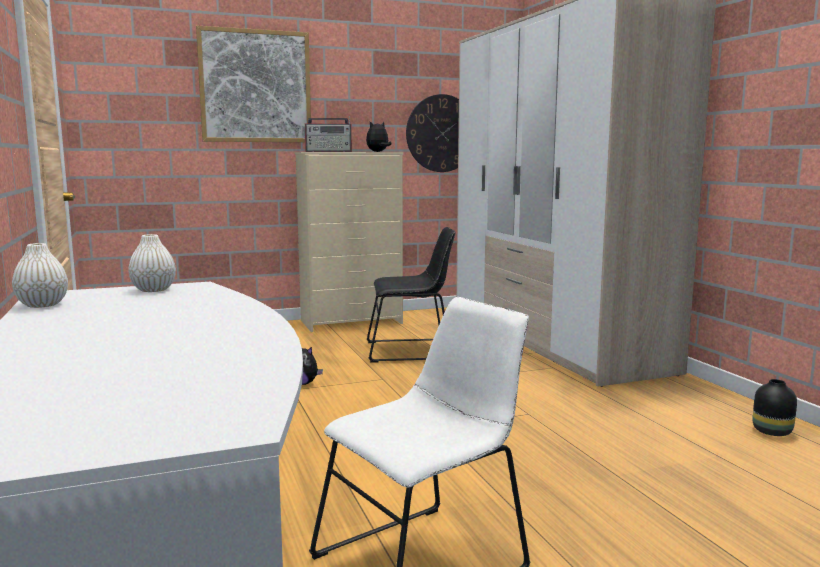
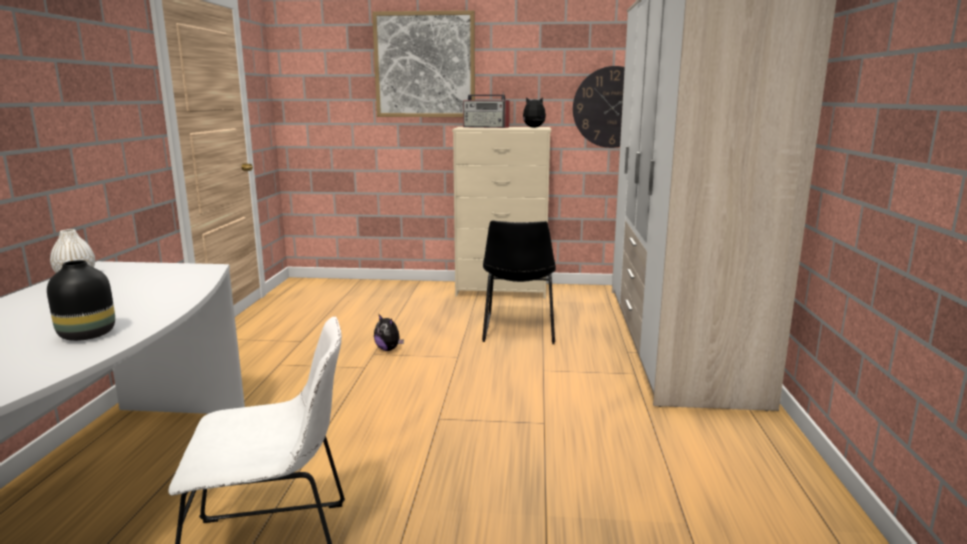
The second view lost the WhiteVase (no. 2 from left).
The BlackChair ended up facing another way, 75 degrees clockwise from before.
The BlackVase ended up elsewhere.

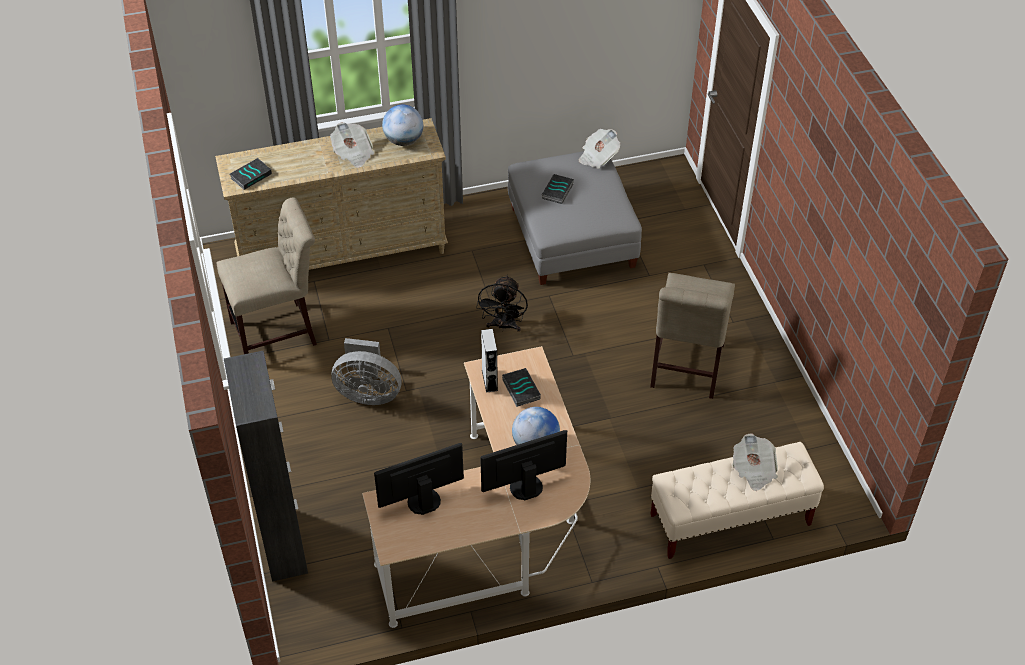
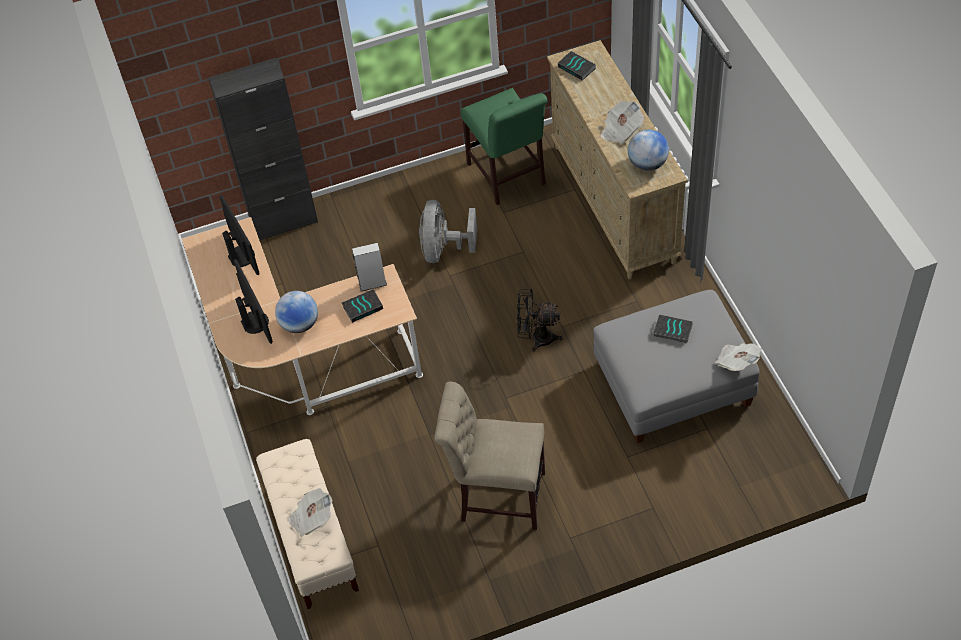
What was the BeigeChair (no. 1 from left) turned into the GreenChair.

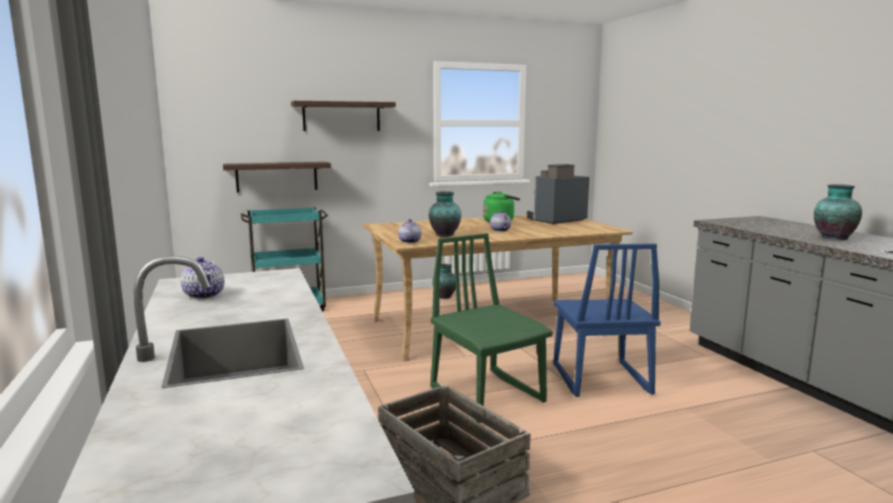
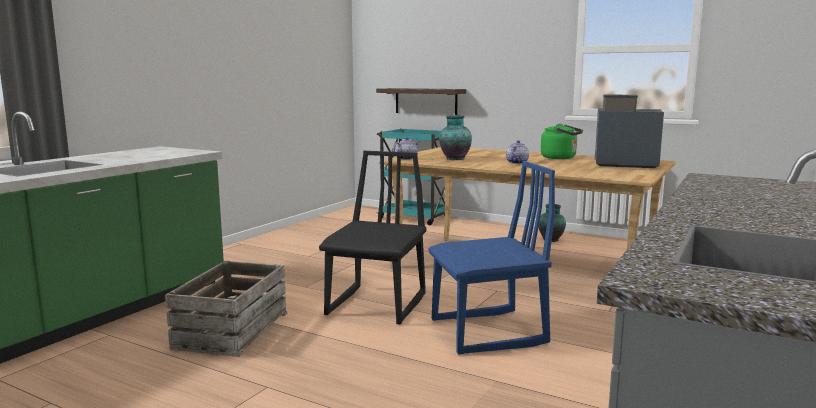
The second view lost the Teapot (no. 1 from left).
The second view lost the Shelf (no. 2 from left).
What was the GreenChair turned into the BlackChair.
The BlueChair ended up facing another way, 150 degrees counterclockwise from before.
The second view lost the Vase (no. 3 from left).

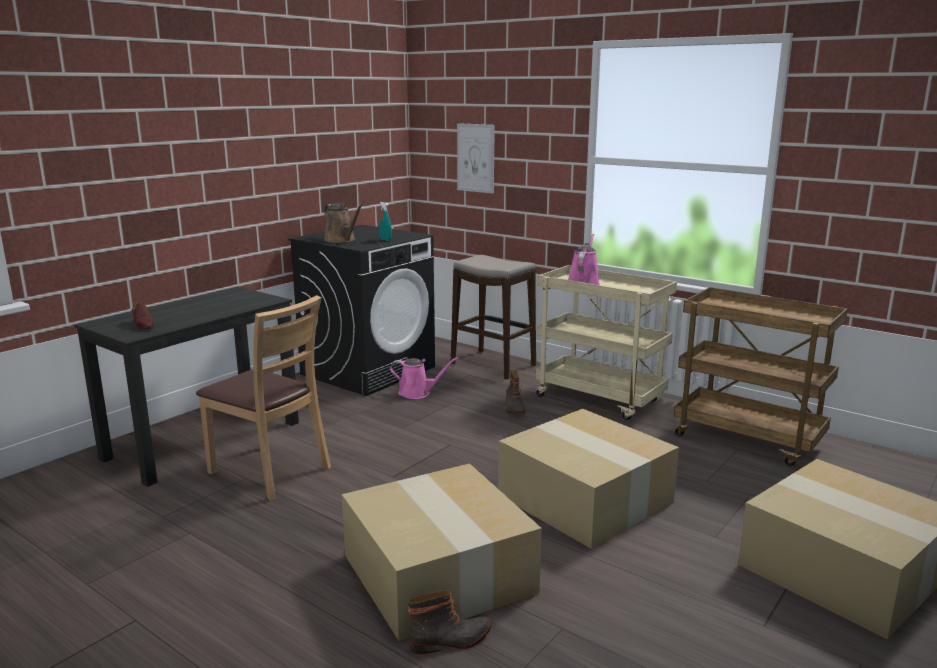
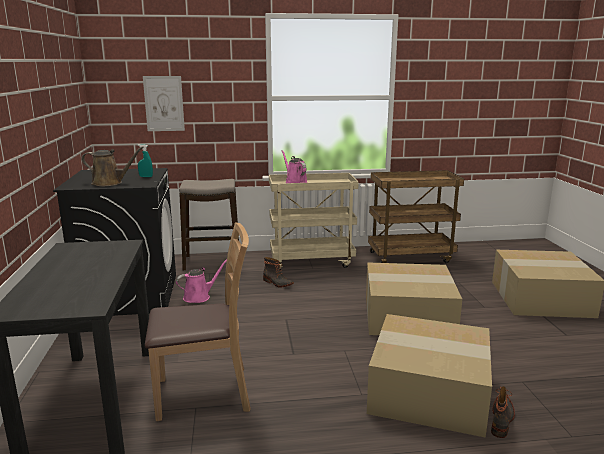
The second view lost the BrownShoe.

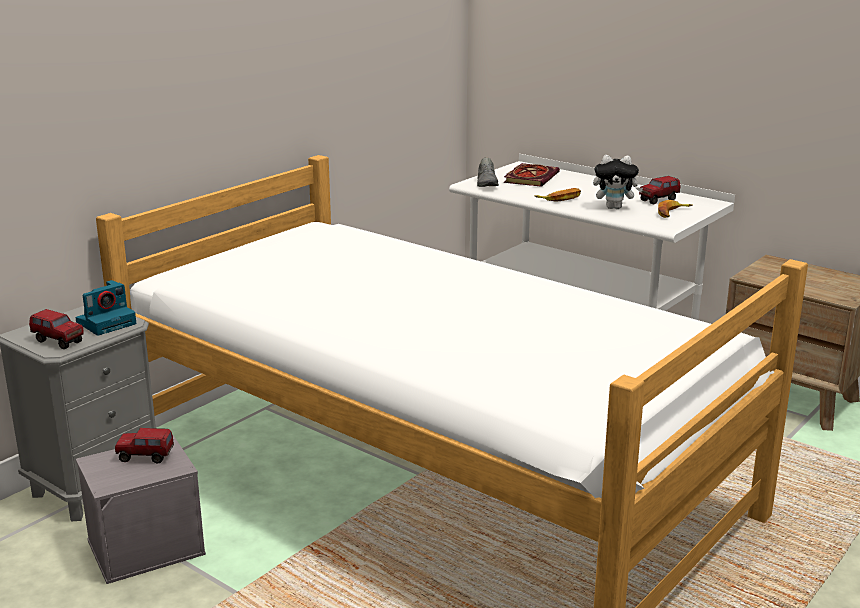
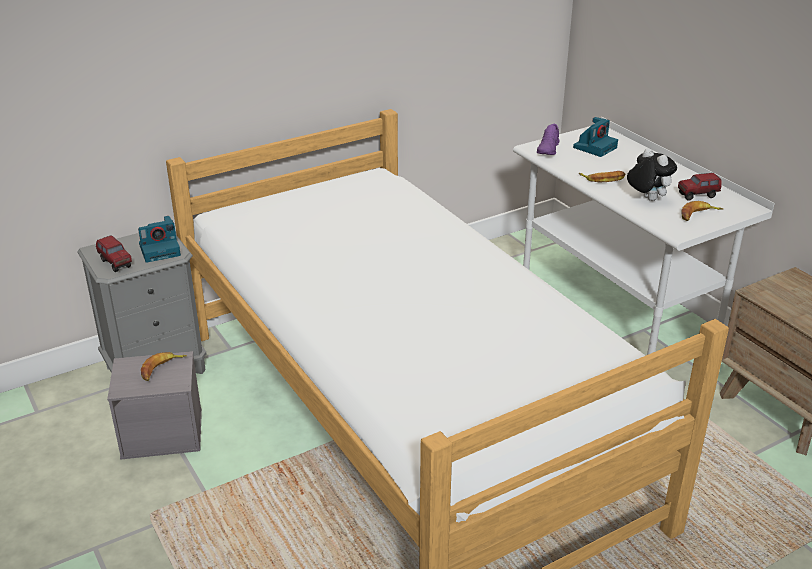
Where the ToyTruck (no. 2 from left) stood, the Banana (no. 1 from left) came to stand.
What was the GreyShoe turned into the PurpleShoe.
Where the Book stood, the PhotoCamera (no. 2 from left) came to stand.
The PlushToy ended up facing another way, 150 degrees counterclockwise from before.

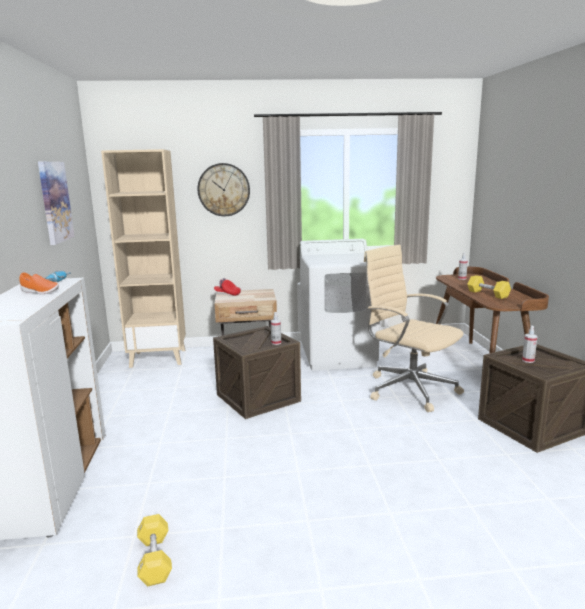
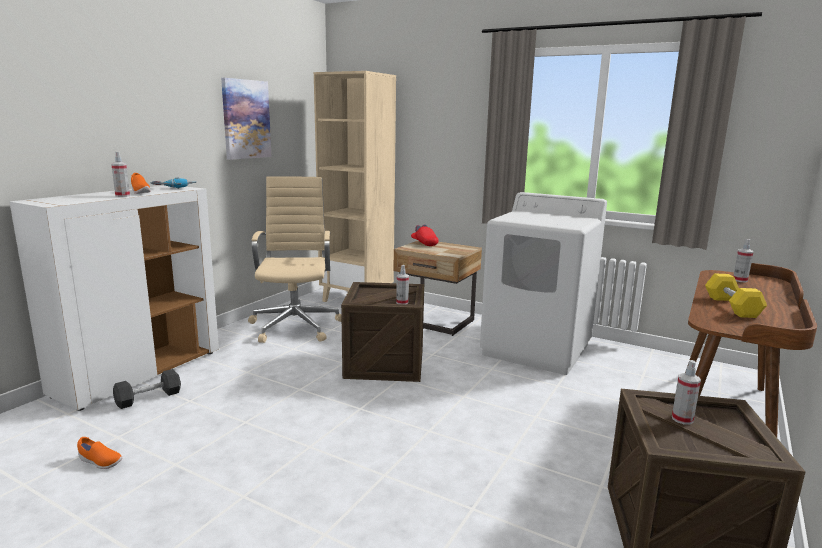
Where the YellowDumbbell (no. 1 from left) stood, the OrangeShoe (no. 1 from left) came to stand.
The second view lost the WallClock.
The BeigeOfficeChair ended up elsewhere.
The second view gained the SprayBottle (no. 1 from left).
The second view gained the BlackDumbbell.

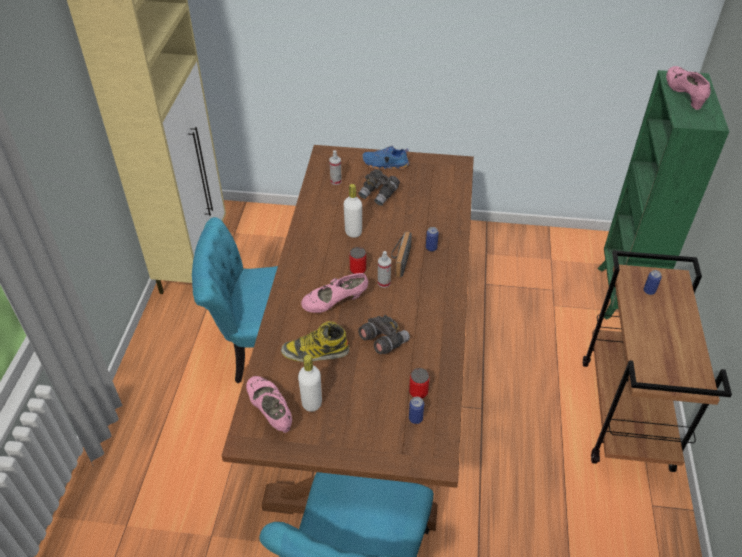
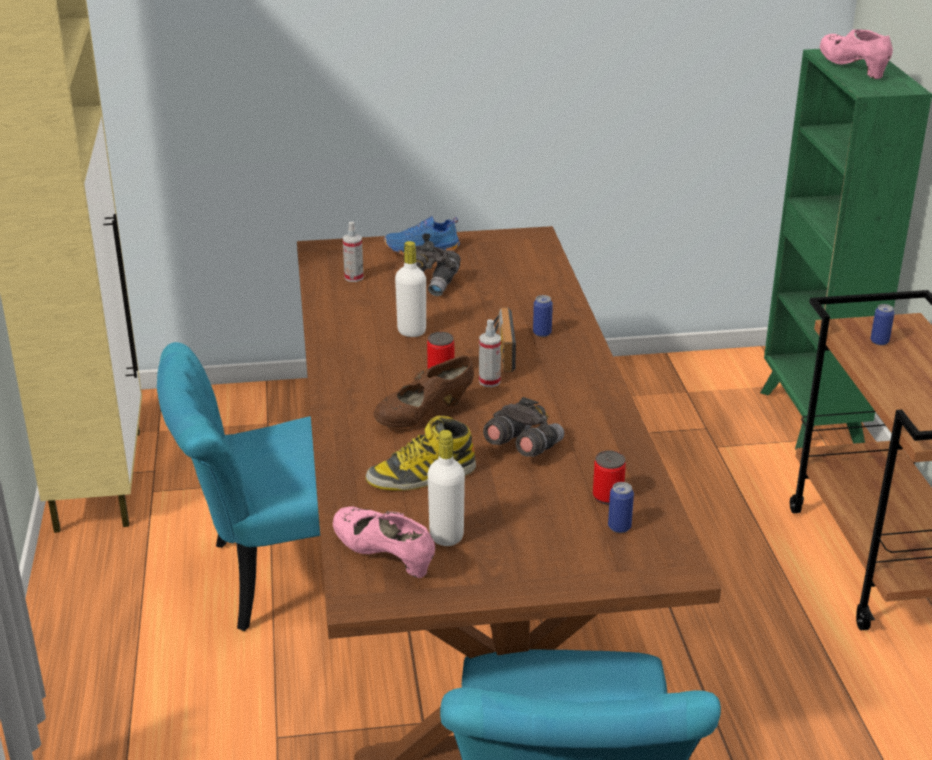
What was the PinkShoe (no. 2 from left) turned into the BrownShoe.

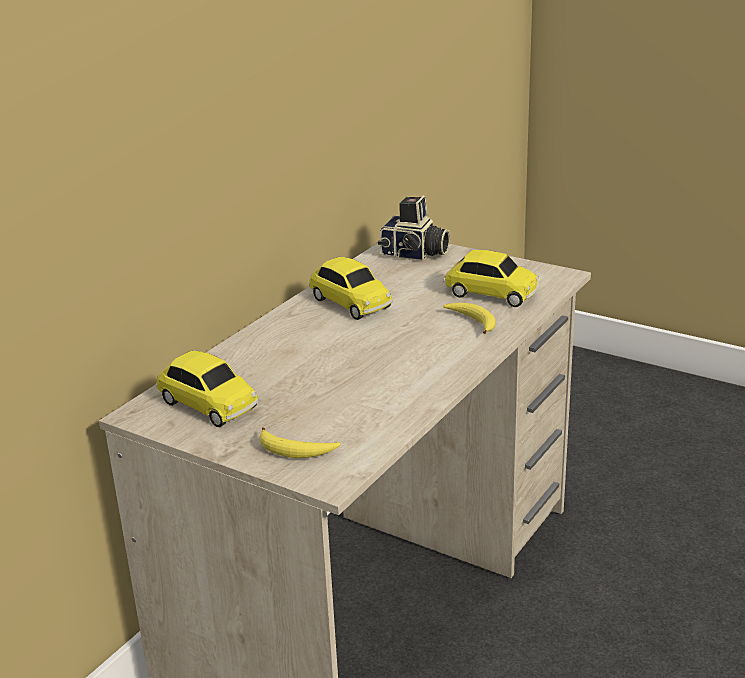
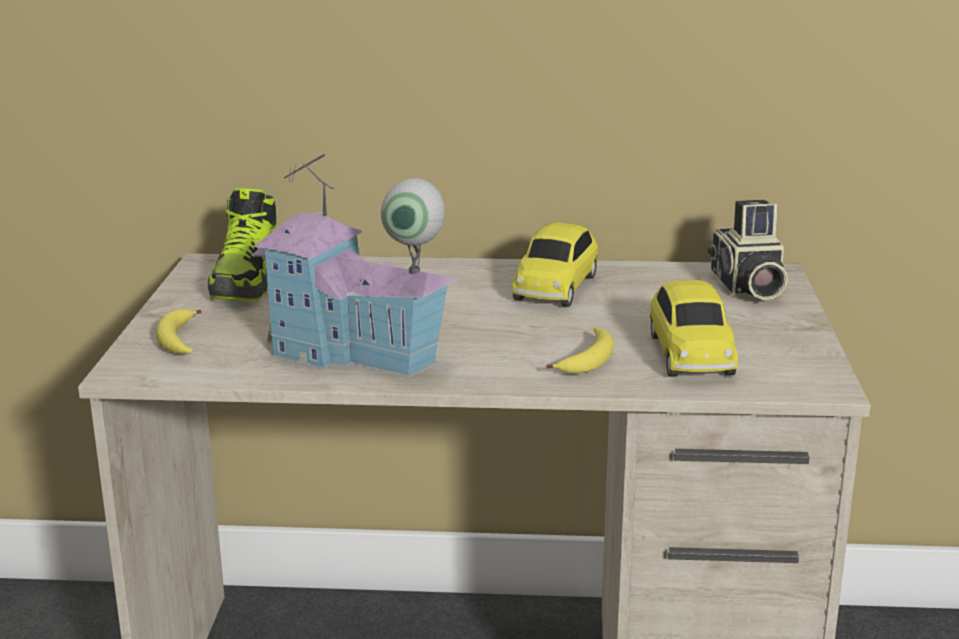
Where the ToyCar (no. 1 from left) stood, the Shoe came to stand.
The second view gained the ToyHouse.

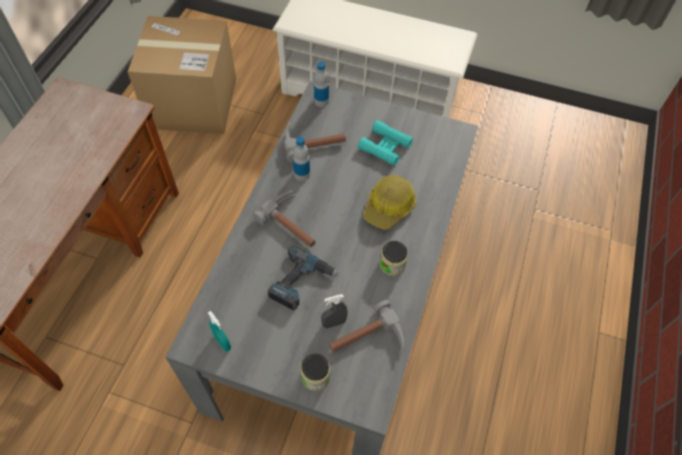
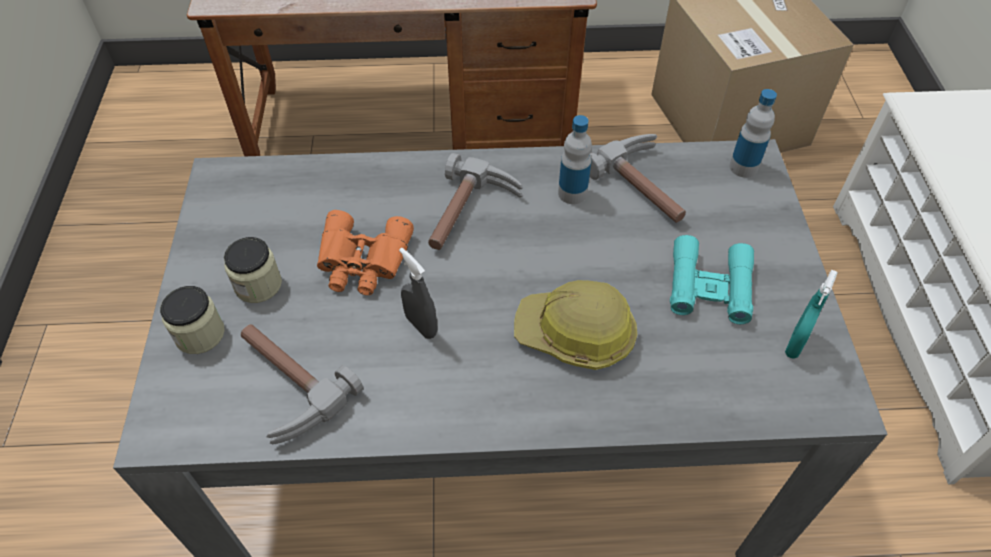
The TurquoiseSprayBottle ended up elsewhere.
Where the PowerDrill stood, the OrangeBinoculars came to stand.
The GreySprayBottle ended up elsewhere.
The Jar (no. 2 from left) ended up elsewhere.

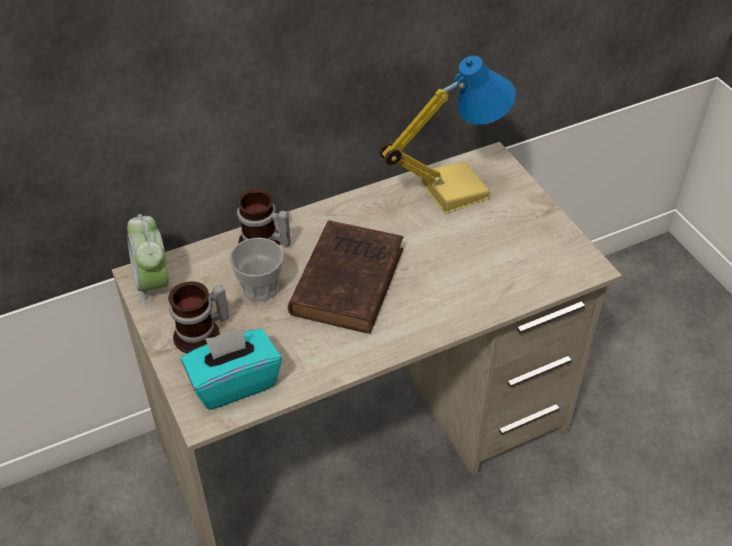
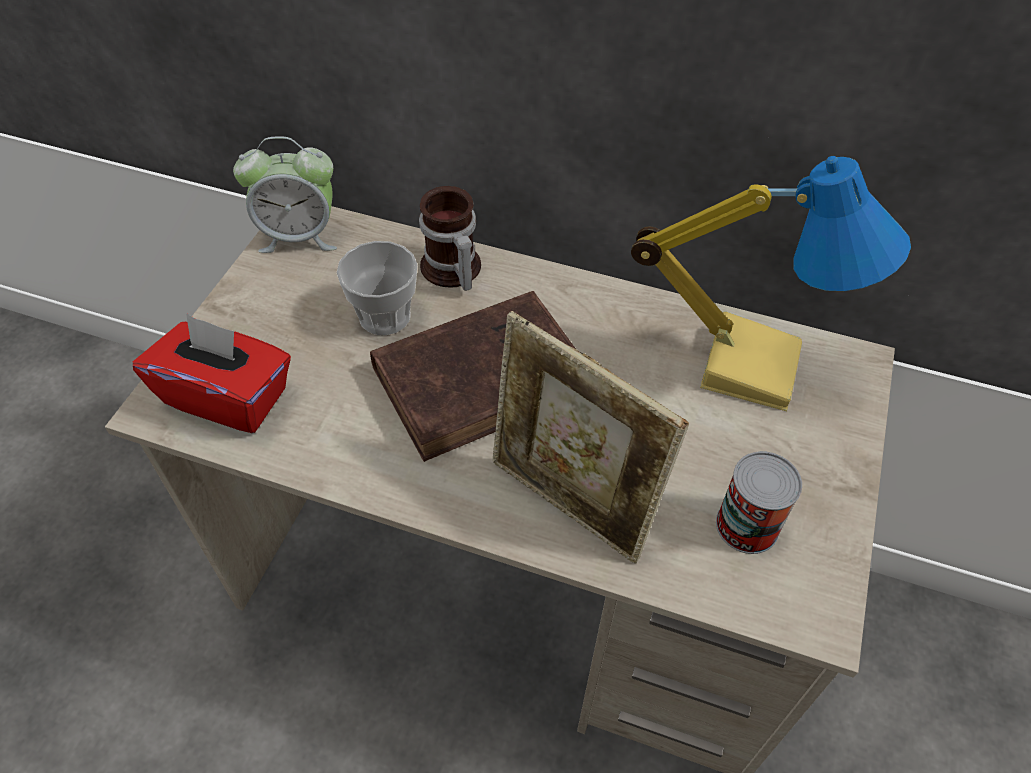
The AlarmClock ended up facing another way, 120 degrees counterclockwise from before.
The second view lost the Mug (no. 1 from left).
What was the TurquoiseTissueBox turned into the RedTissueBox.
The second view gained the PictureFrame.
The second view gained the Can.

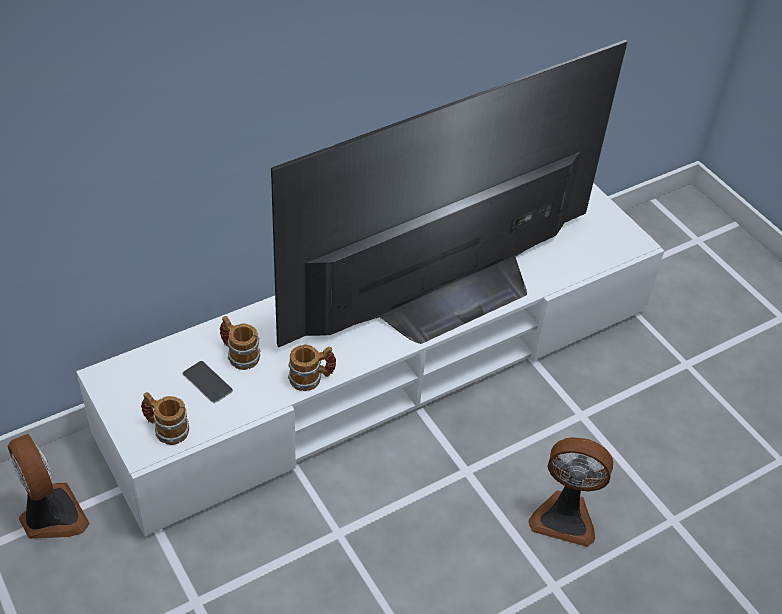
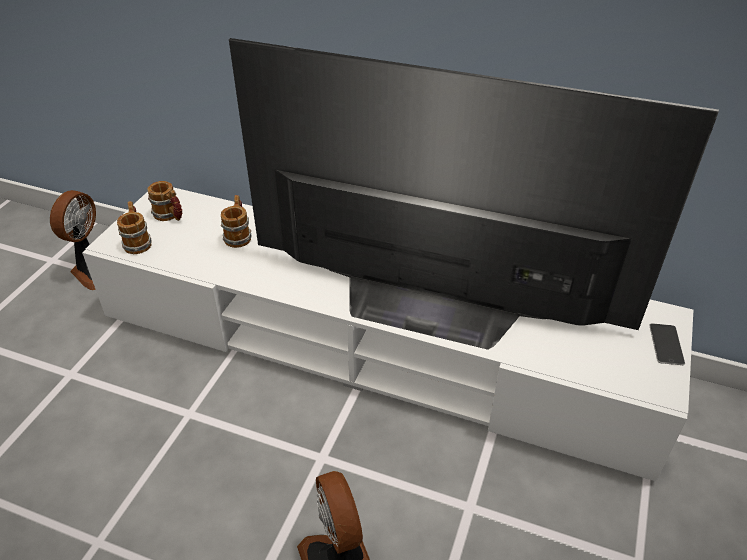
The Phone ended up elsewhere.
The Mug (no. 3 from left in the first image) ended up elsewhere.

